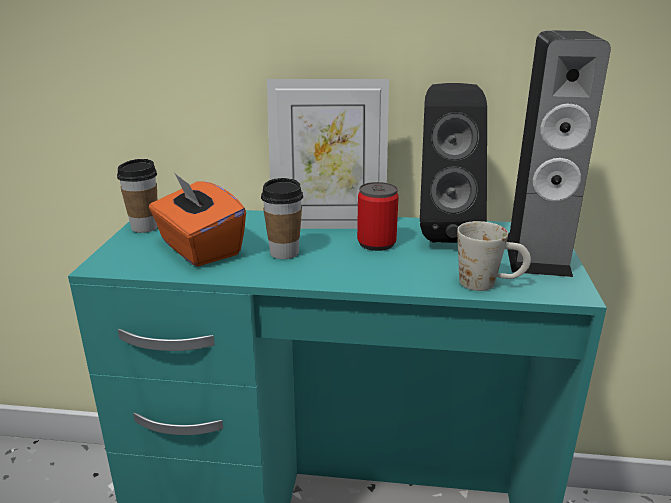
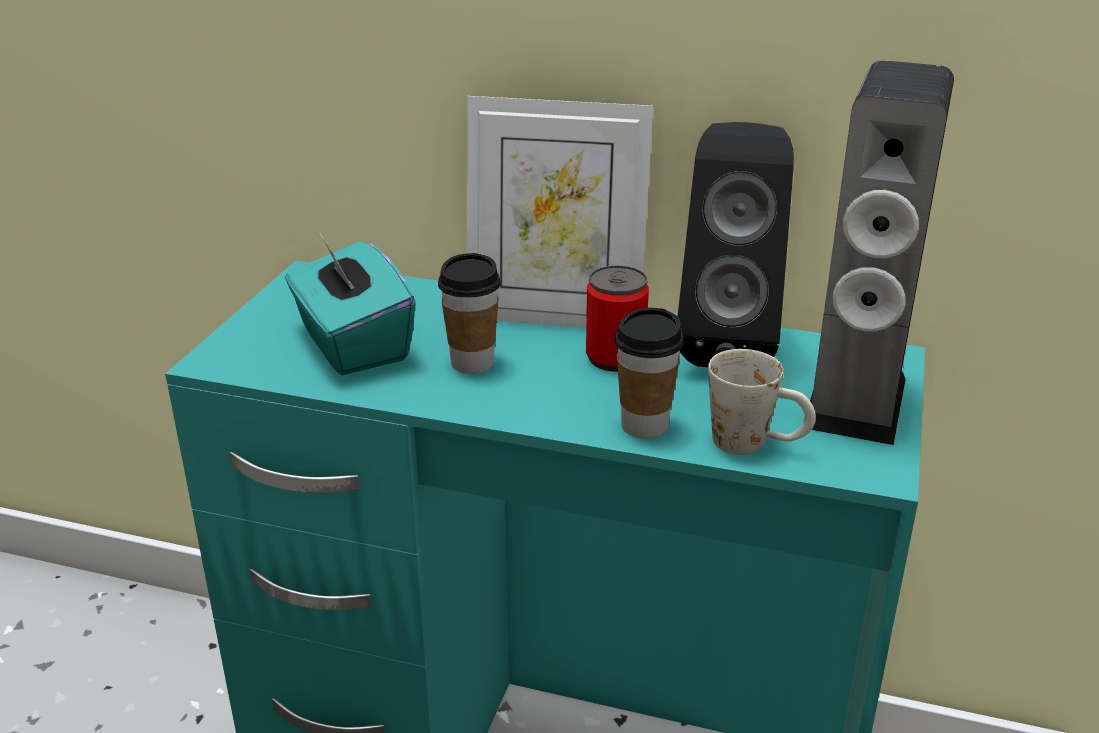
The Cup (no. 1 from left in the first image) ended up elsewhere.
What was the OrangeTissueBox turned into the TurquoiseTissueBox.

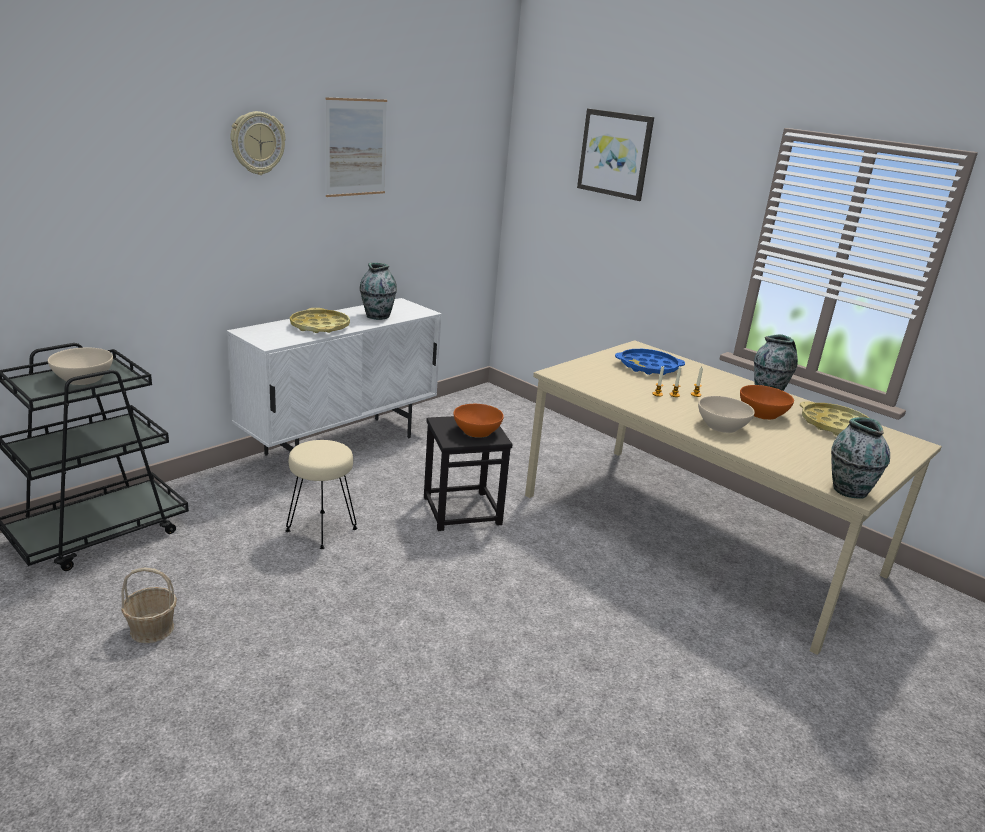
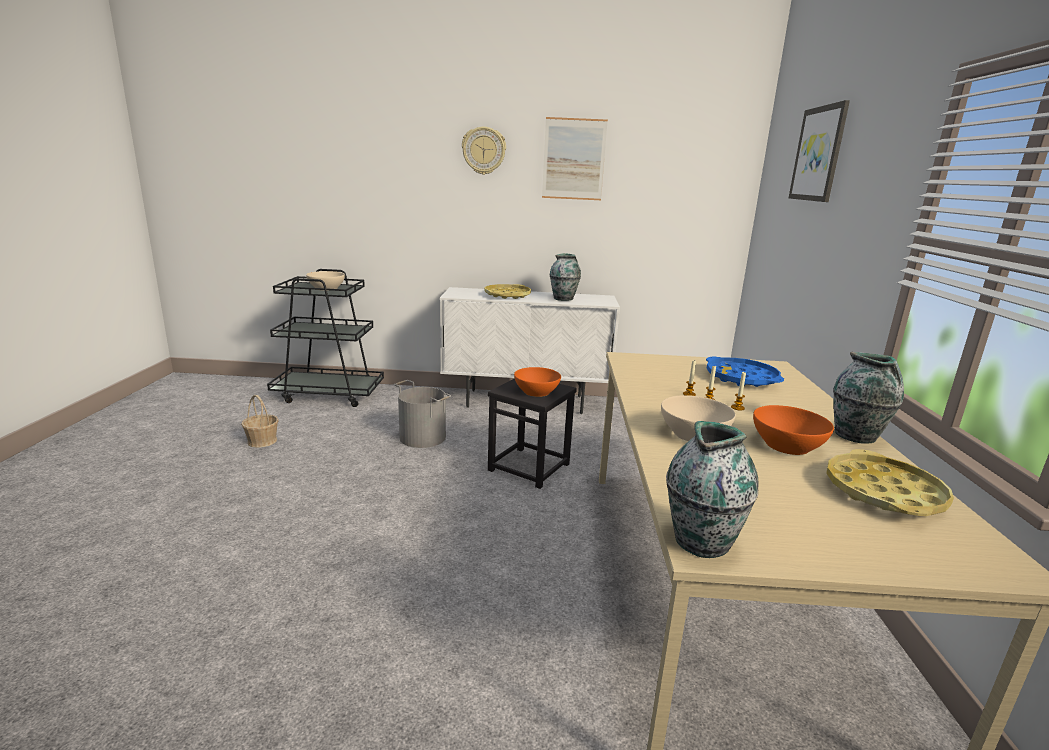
Where the BeigeStool stood, the GreyBucket came to stand.

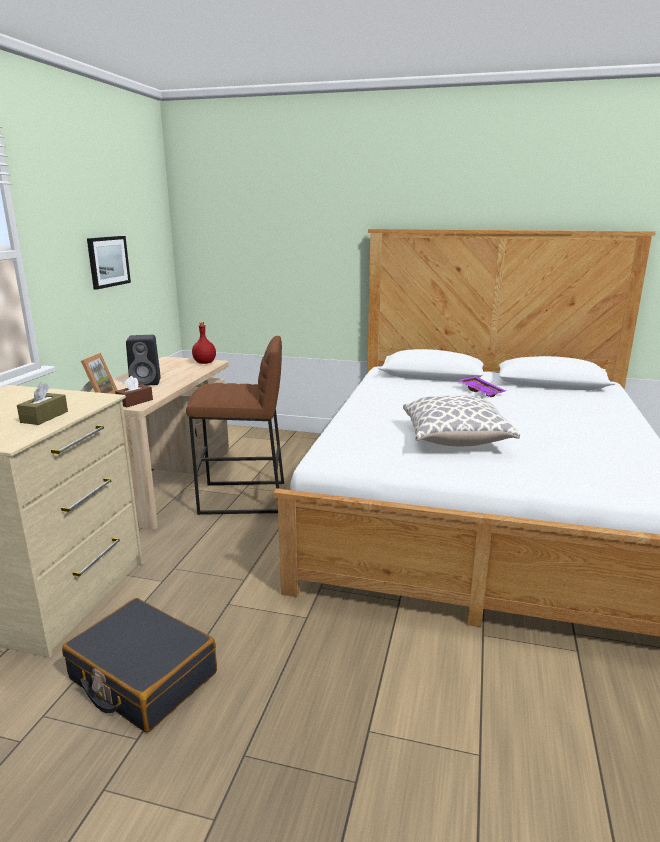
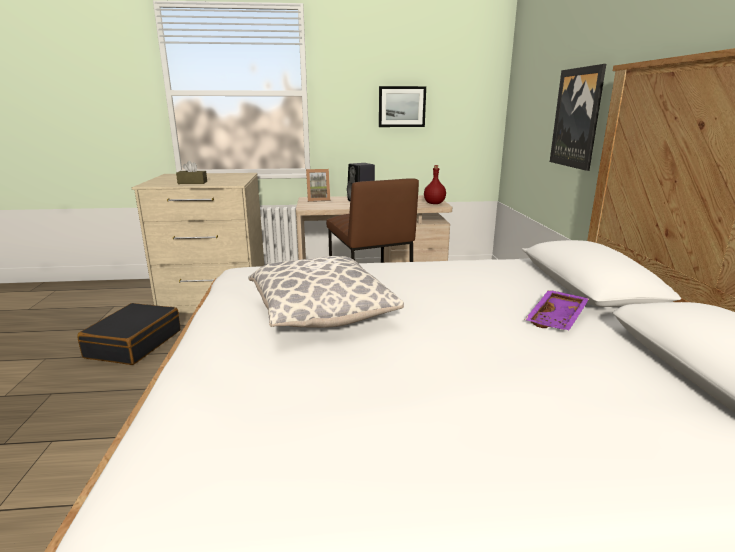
The second view lost the BrownTissueBox (no. 2 from left).
The second view gained the Picture (no. 2 from left).

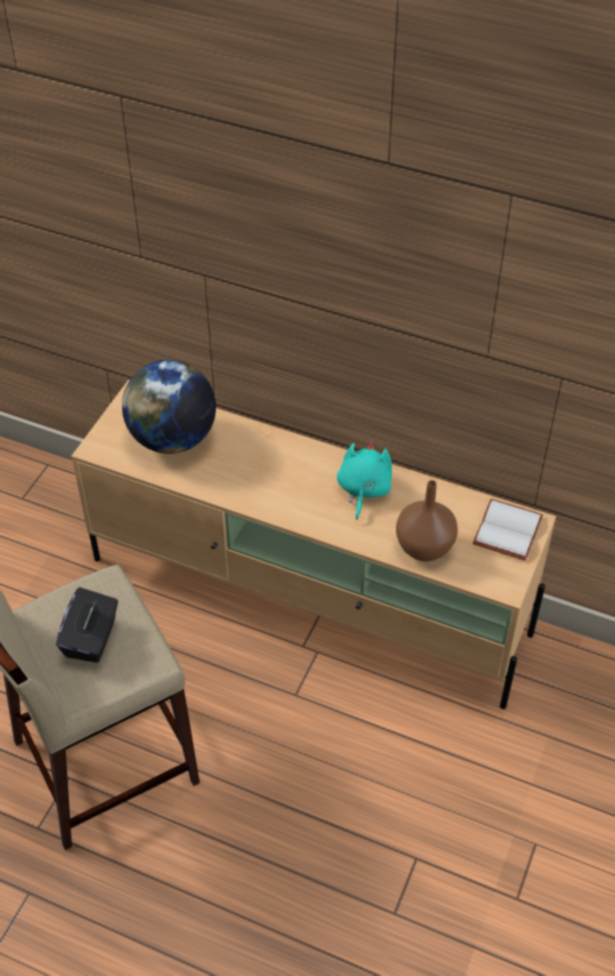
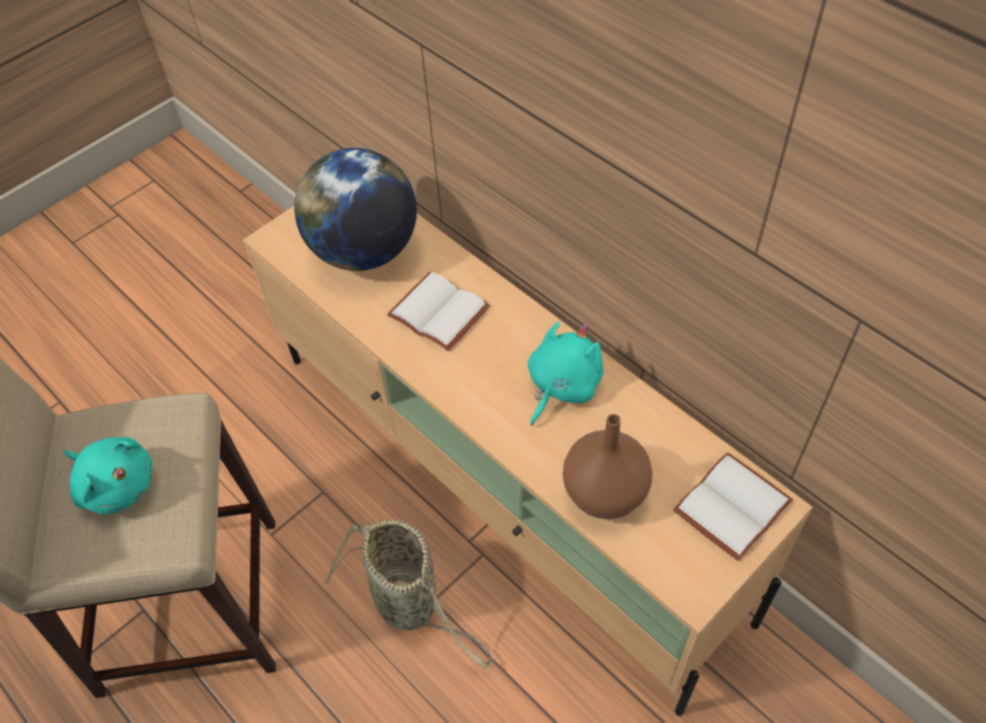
Where the BlackTissueBox stood, the TurquoisePlushToy (no. 1 from left) came to stand.
The second view gained the Basket.
The second view gained the WhiteBook (no. 1 from left).

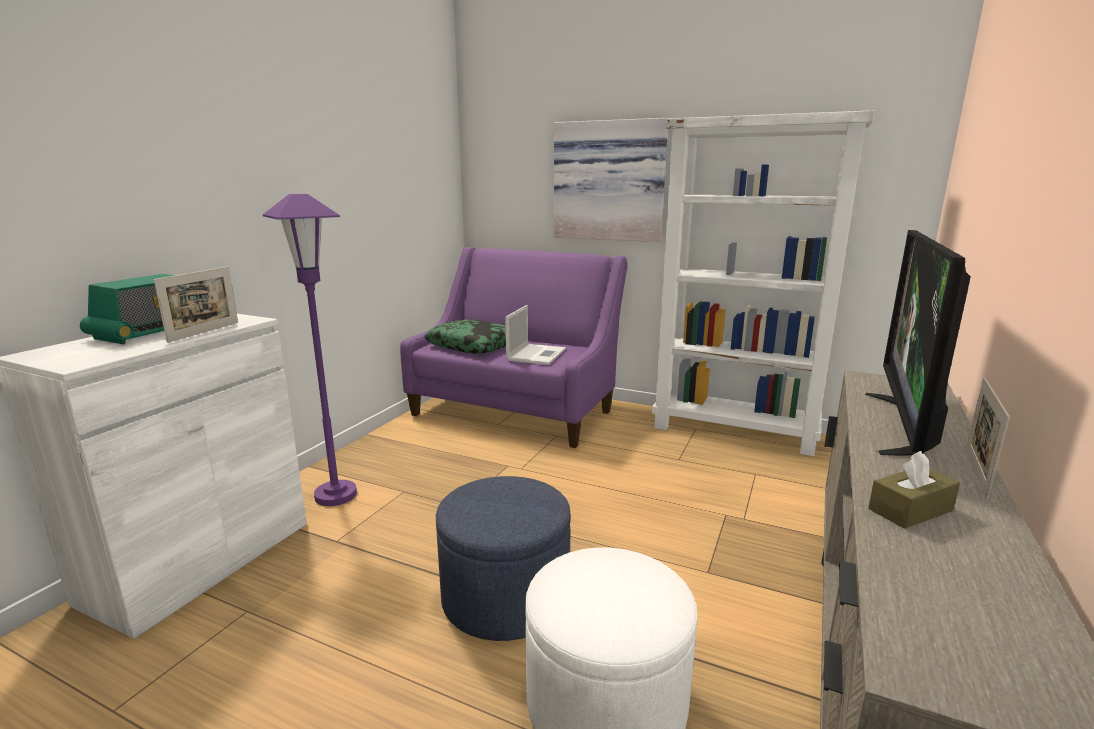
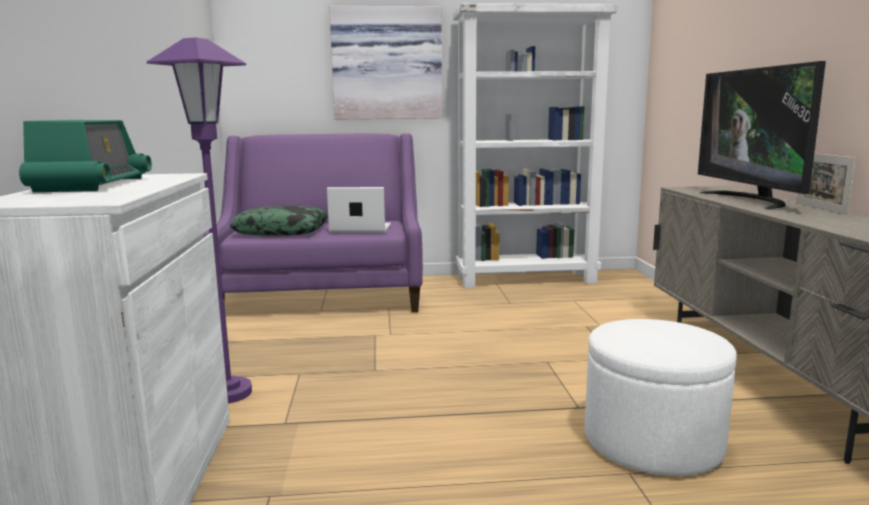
The second view lost the PictureFrame (no. 1 from left).
The second view lost the BlueOttoman.
The Laptop ended up facing another way, 75 degrees counterclockwise from before.
The second view lost the BrownTissueBox.

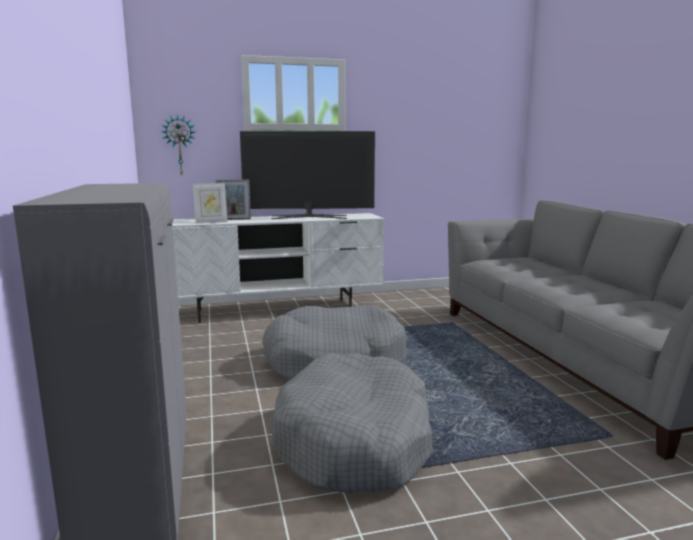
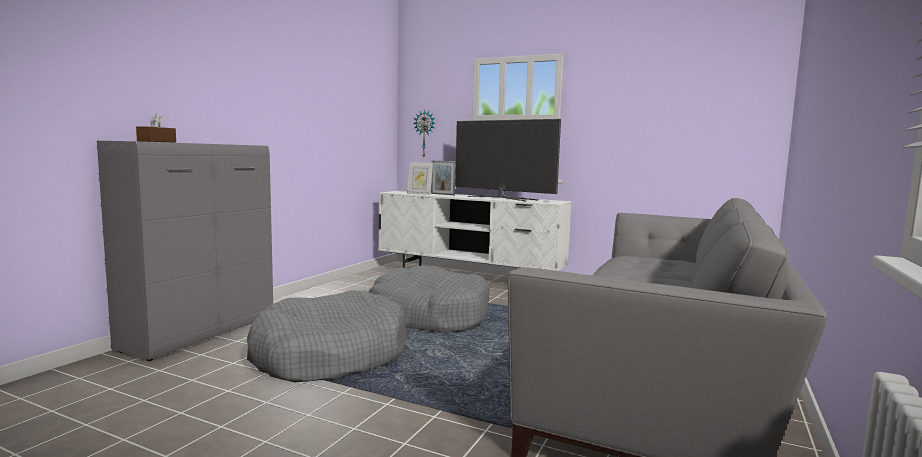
The second view gained the BrownTissueBox.

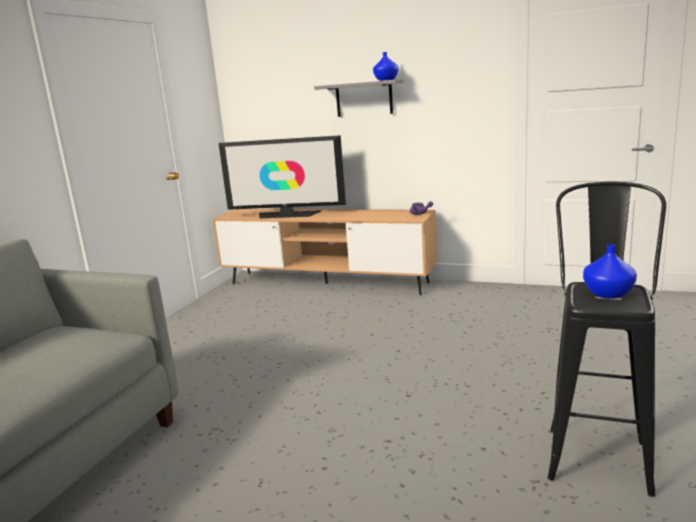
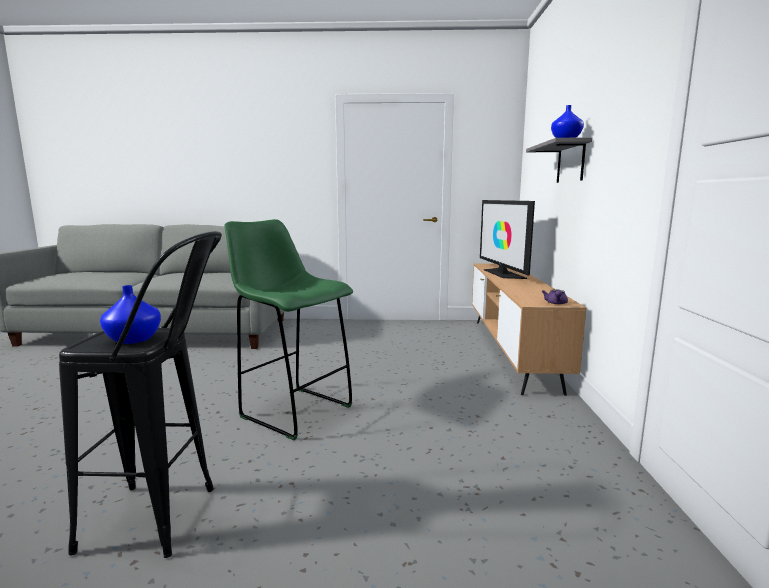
The second view gained the GreenStool.

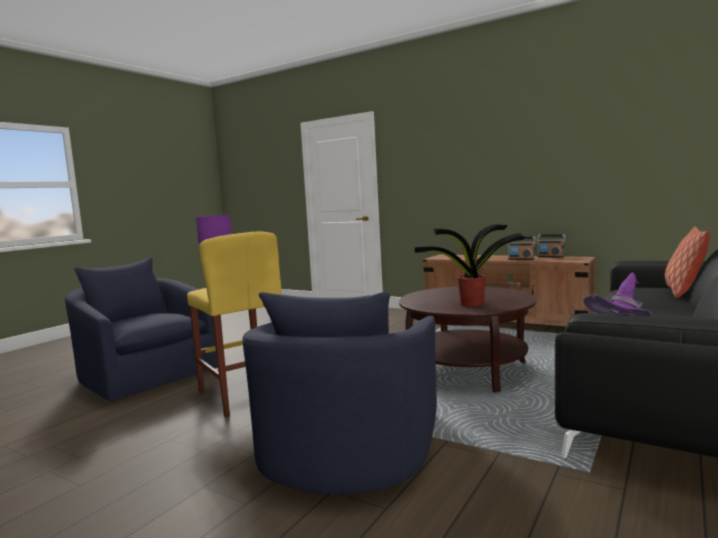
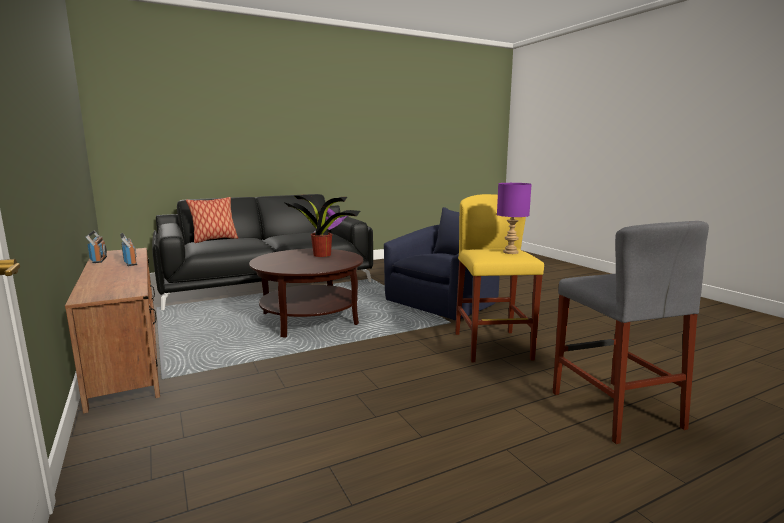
Where the BlueArmchair (no. 1 from left) stood, the GreyStool came to stand.

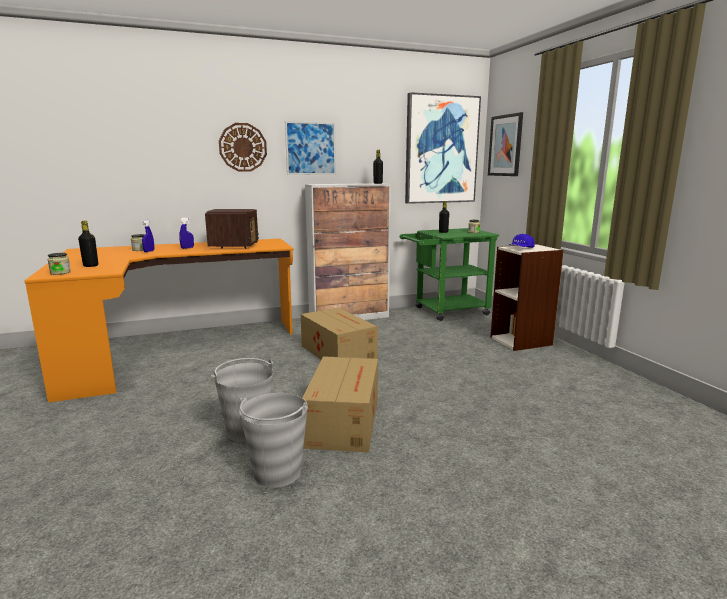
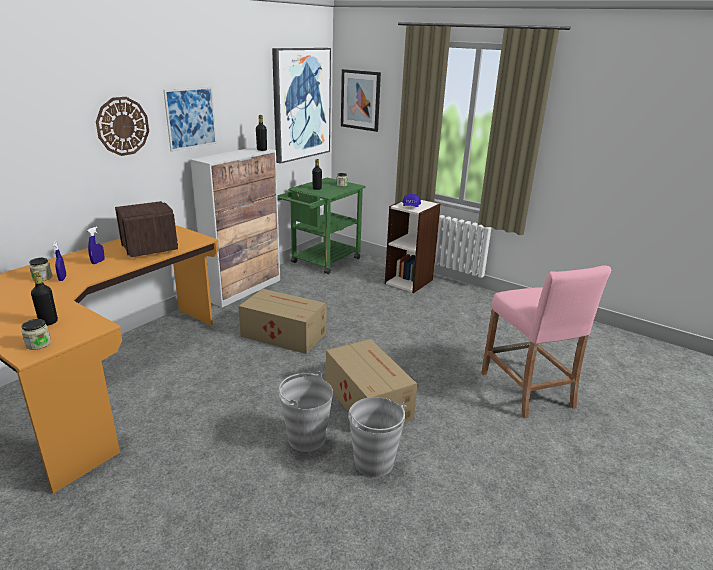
The second view gained the PinkStool.

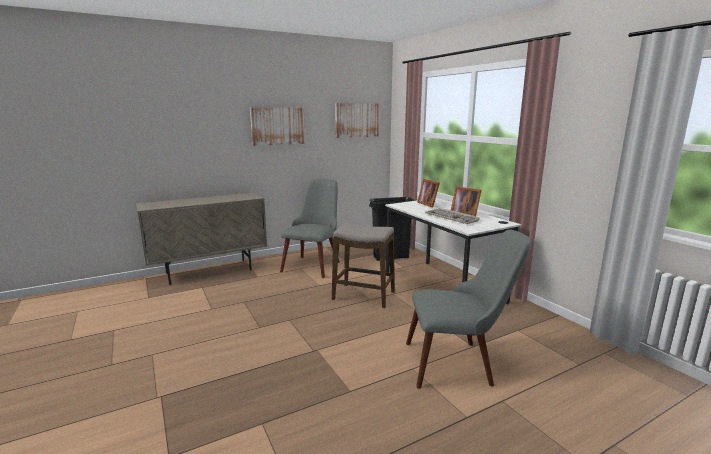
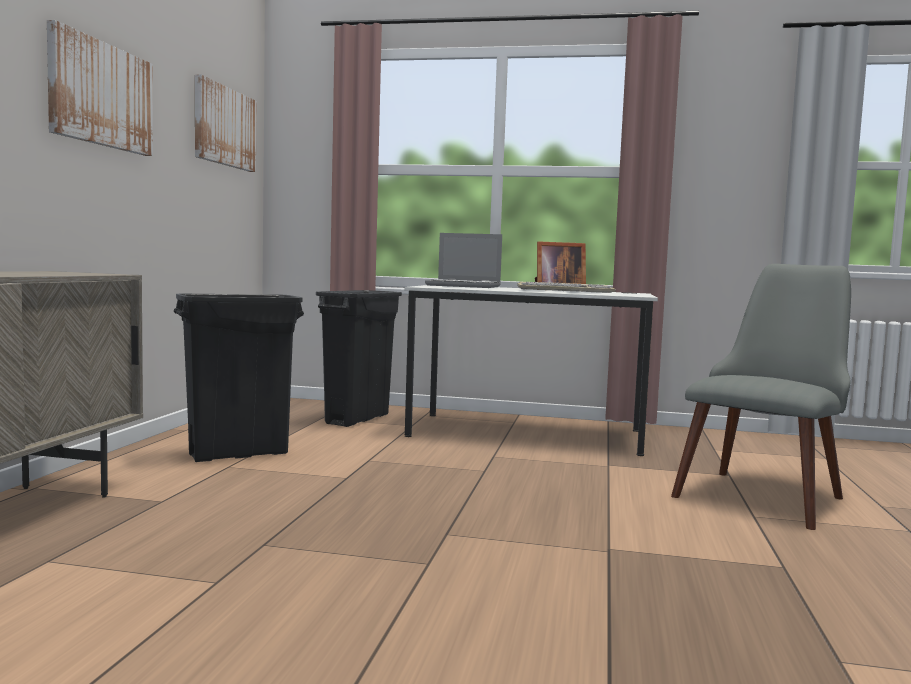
Where the GreyChair (no. 1 from left) stood, the BlackTrashCan (no. 1 from left) came to stand.
The second view lost the Stool.
Where the PictureFrame (no. 1 from left) stood, the Laptop came to stand.

